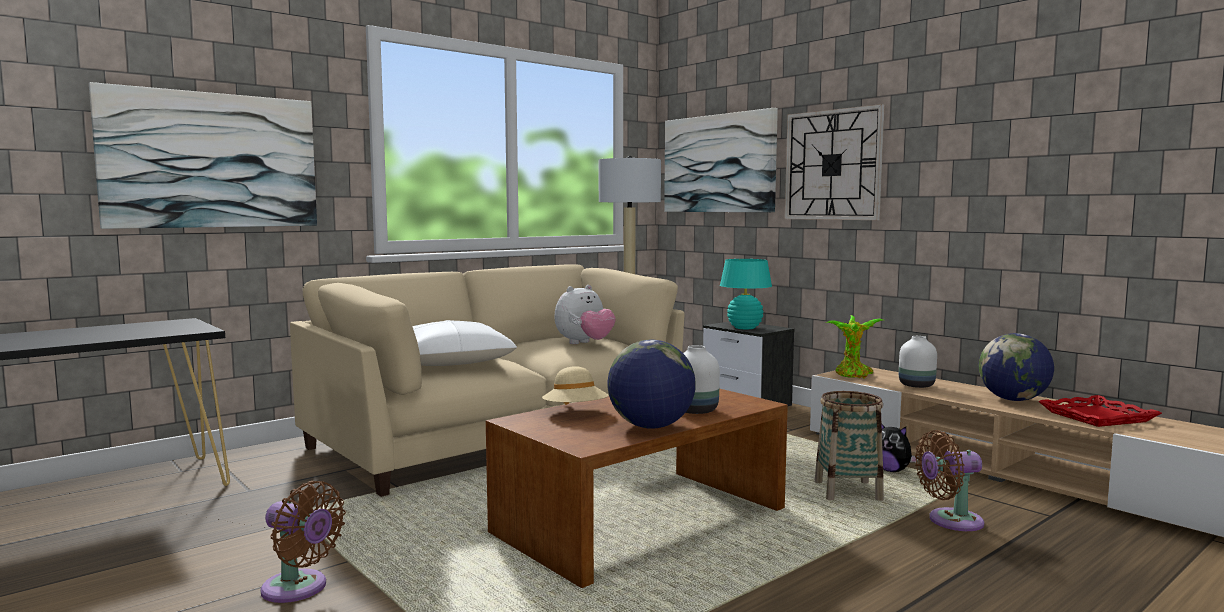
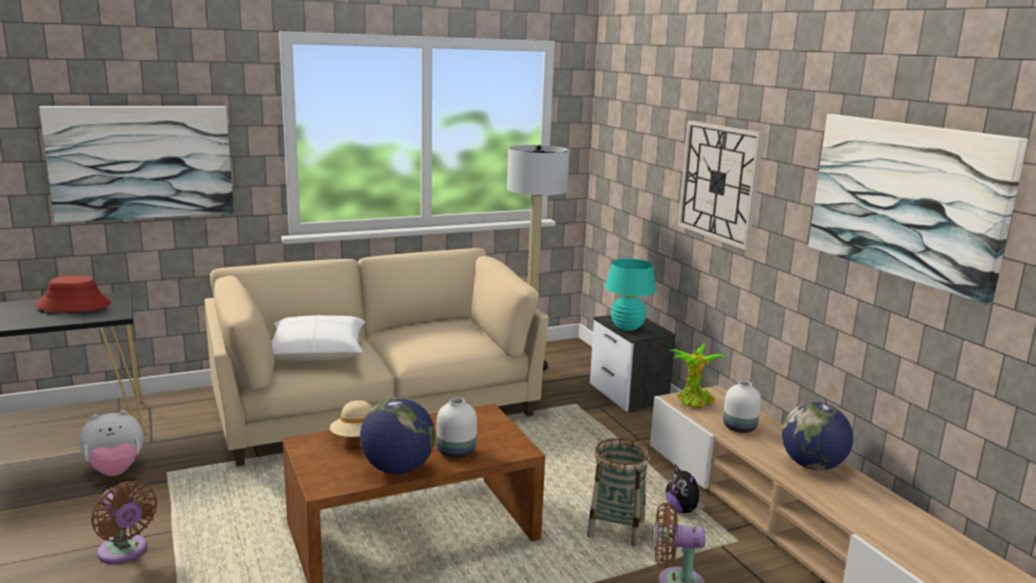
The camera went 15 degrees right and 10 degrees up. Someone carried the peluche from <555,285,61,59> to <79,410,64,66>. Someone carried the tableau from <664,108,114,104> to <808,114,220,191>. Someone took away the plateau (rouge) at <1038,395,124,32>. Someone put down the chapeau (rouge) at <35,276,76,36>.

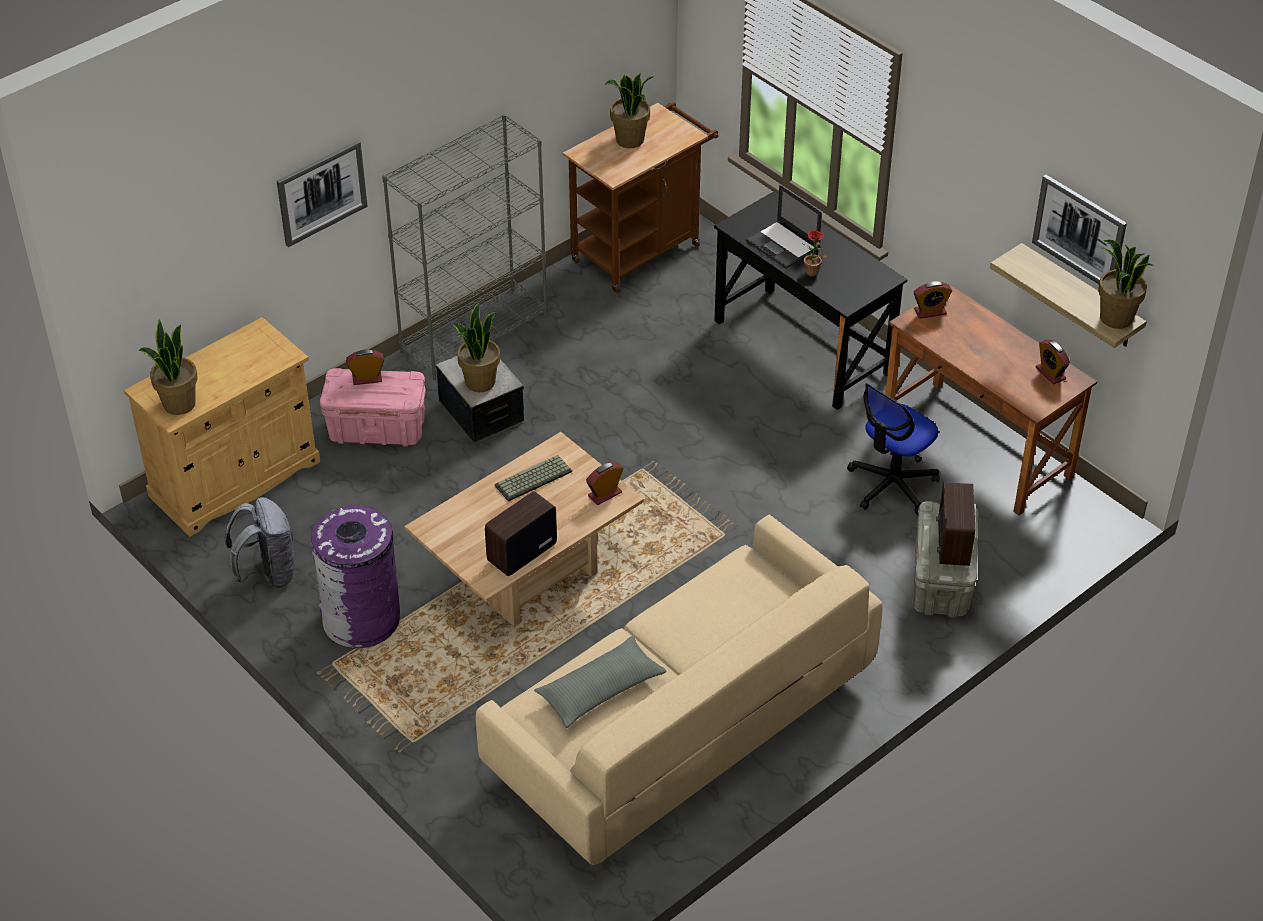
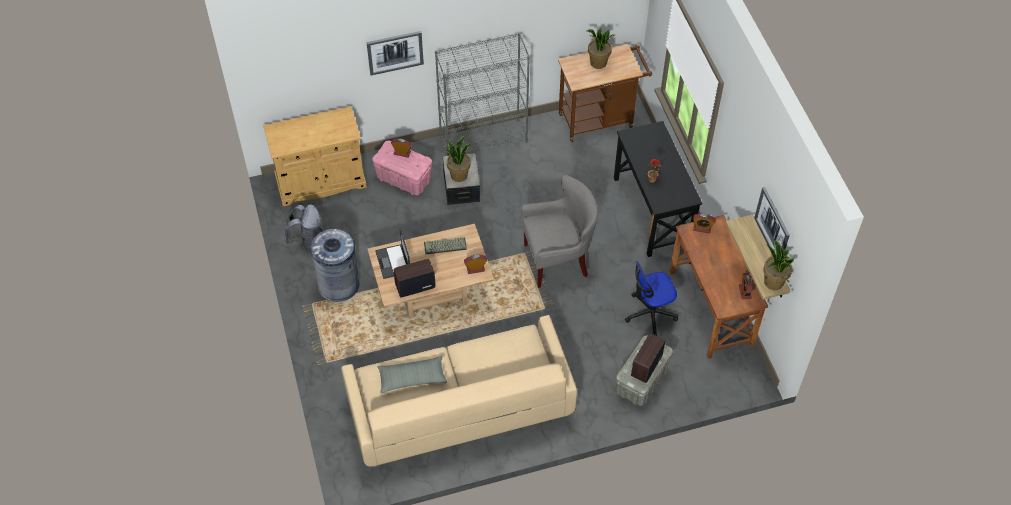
The camera went 25 degrees right and 10 degrees up. Someone took away the plante en pot at <139,319,59,96>. Someone repainted the poubelle (violet) at <311,506,89,143>, which became the poubelle (gris) at <311,229,48,73>. Someone carried the ordinateur portable from <746,185,76,83> to <375,228,35,51>. Someone put down the fauteuil (gris) at <521,175,77,113>.

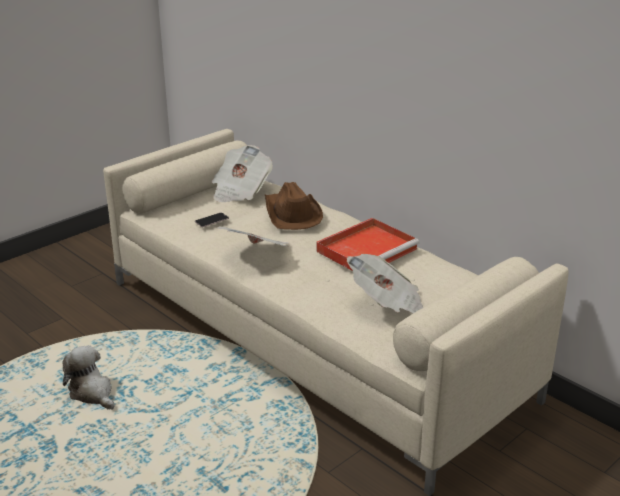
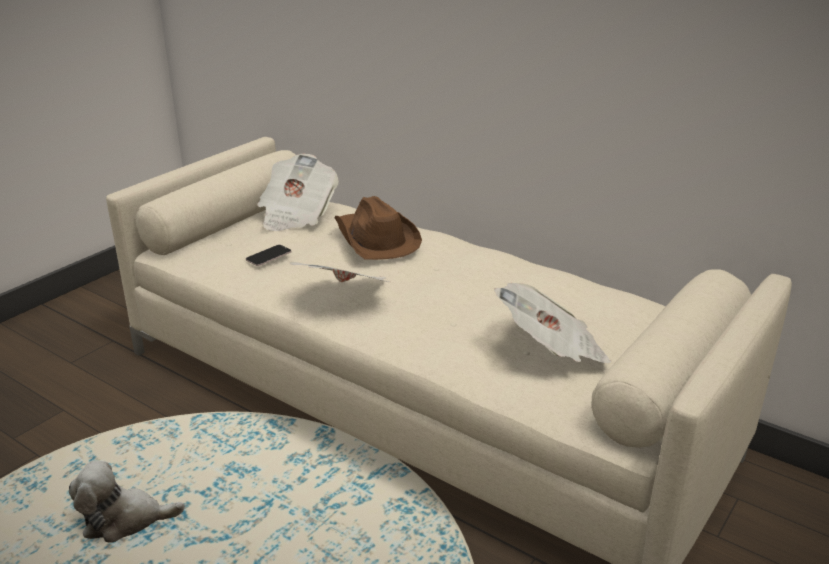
The camera went 10 degrees left and 0 degrees up. Someone rotated the peluche at <62,345,52,65> by 45 degrees counterclockwise. Someone took away the plateau (rouge) at <316,218,103,53>.

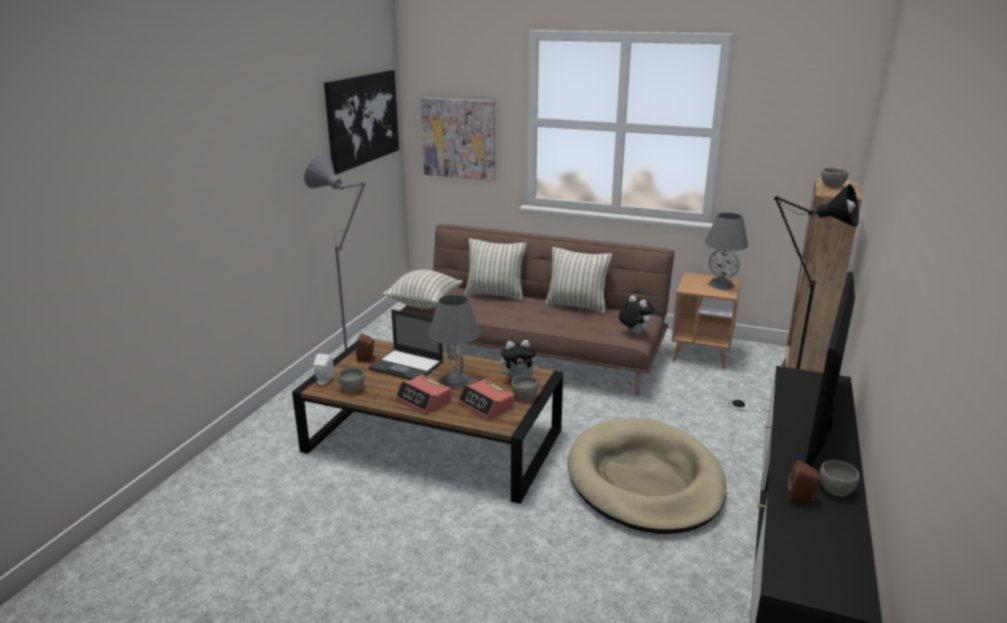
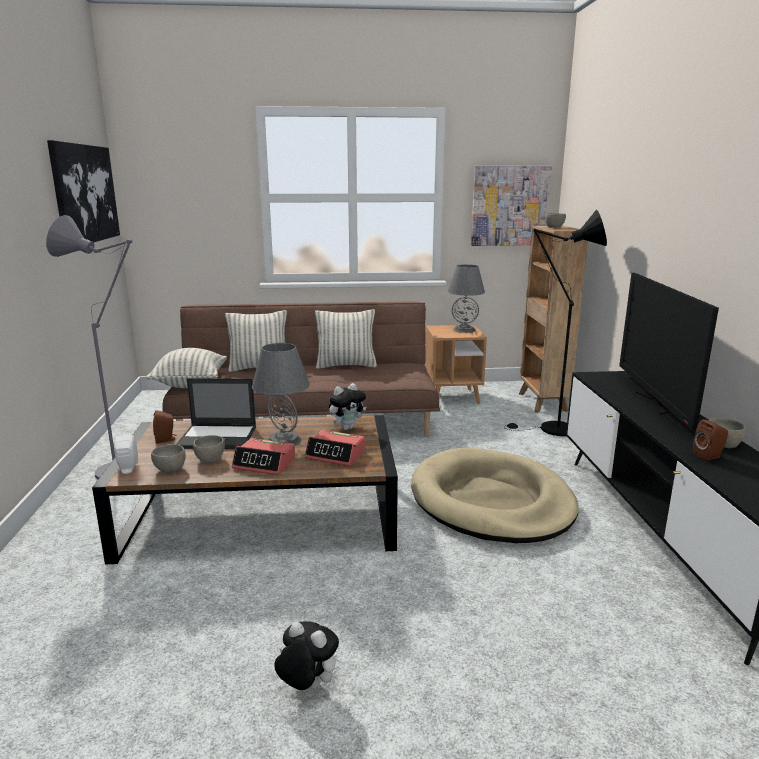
The camera went 25 degrees left and 5 degrees down. Someone carried the tableau from <421,97,74,84> to <471,166,81,80>. Someone carried the bol (gris) from <512,375,27,26> to <193,435,32,28>. Someone carried the peluche from <619,295,35,39> to <274,622,65,68>.

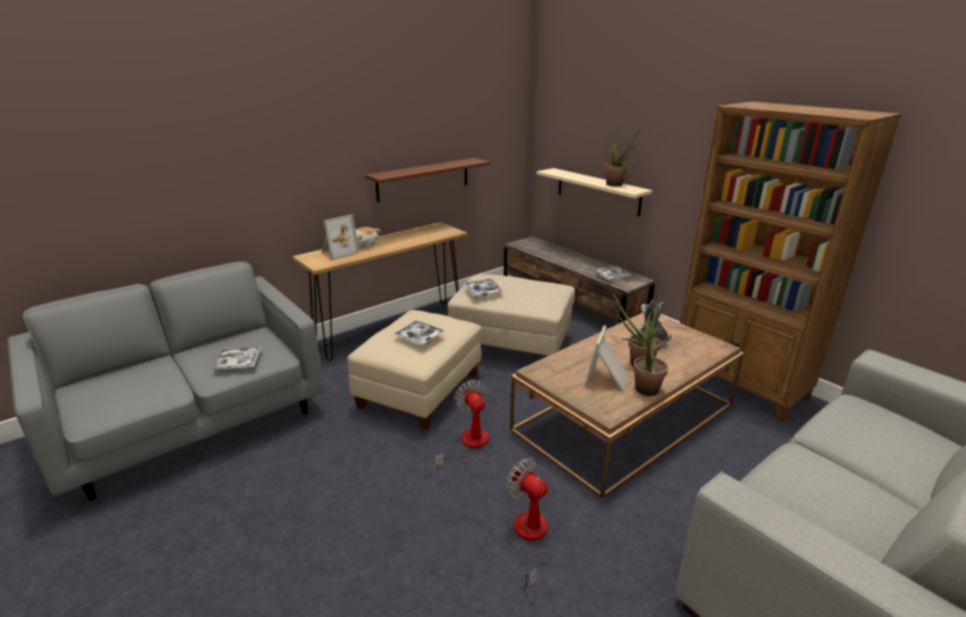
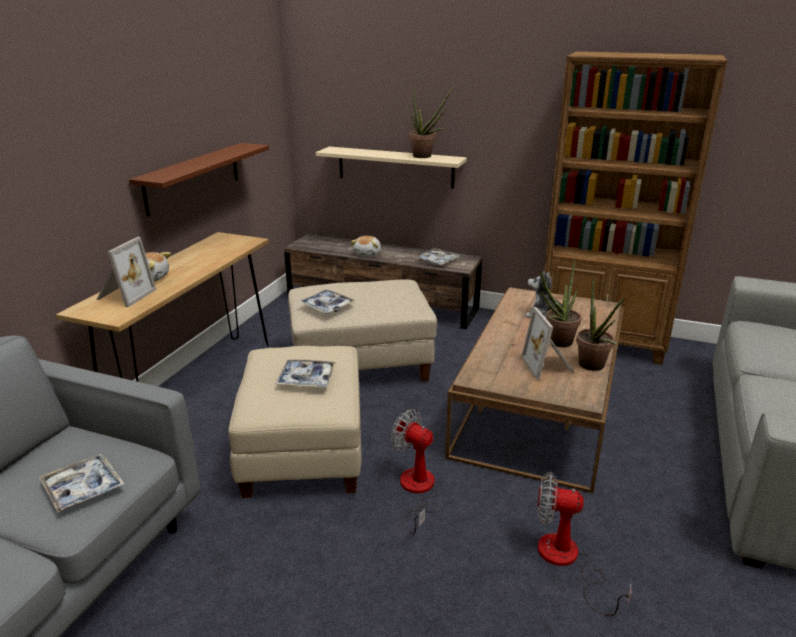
The camera went 30 degrees left and 0 degrees up. Someone put down the peluche at <351,236,30,21>.

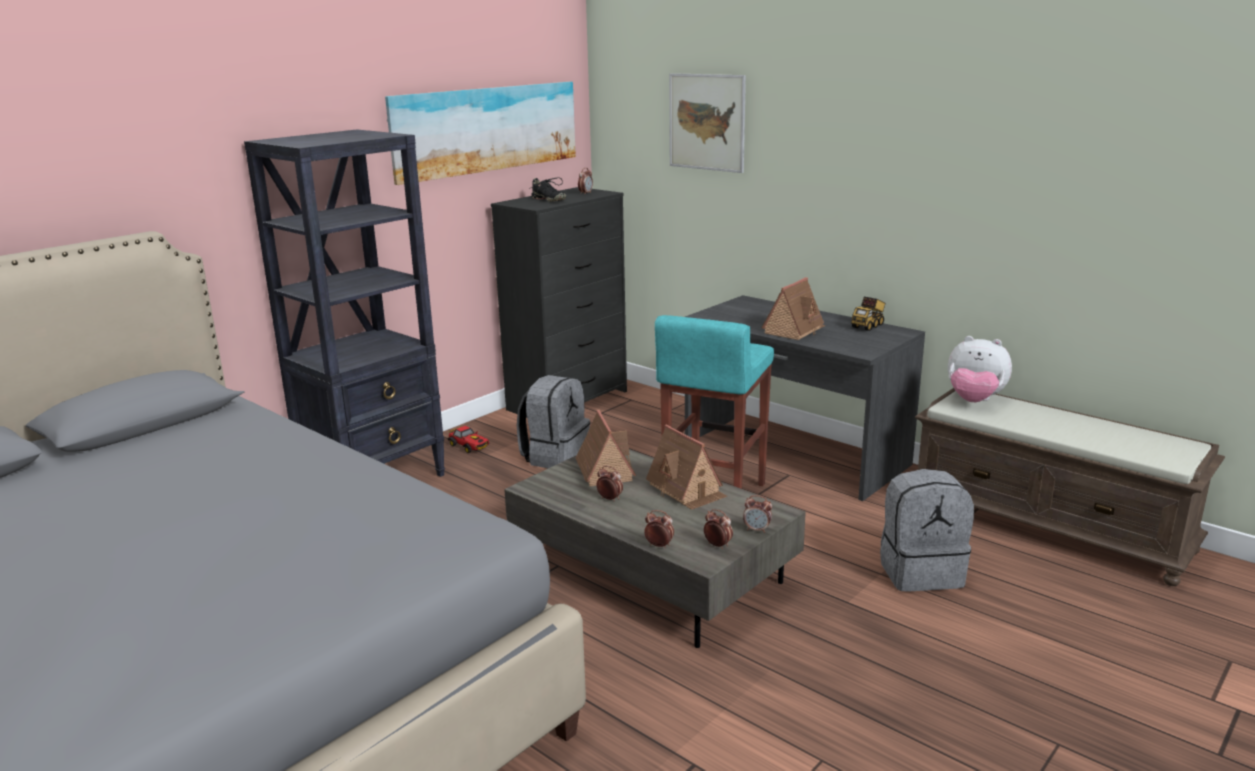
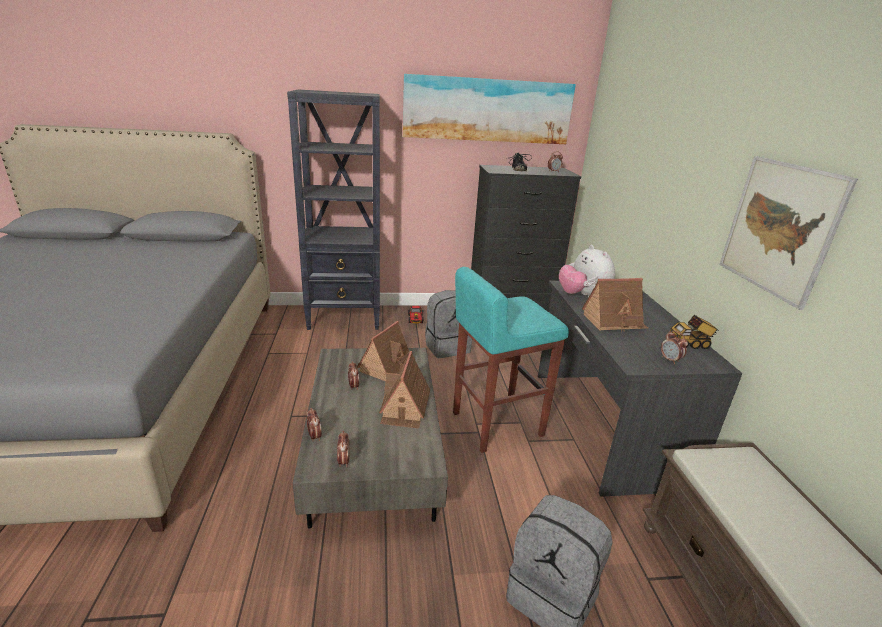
The camera went 40 degrees right and 5 degrees up. Someone carried the tableau from <669,73,77,100> to <719,156,139,154>. Someone carried the réveil from <743,495,29,38> to <661,331,27,33>. Someone carried the peluche from <948,336,64,66> to <559,245,56,53>.

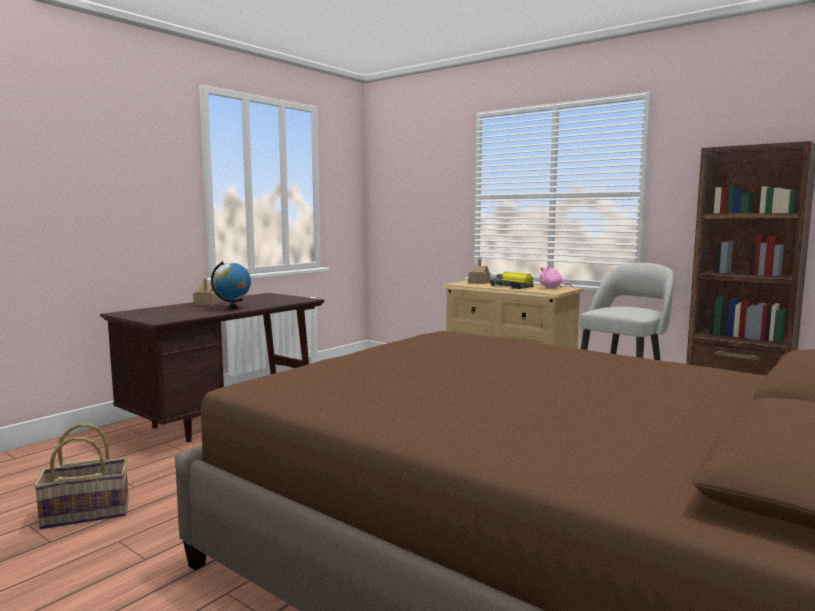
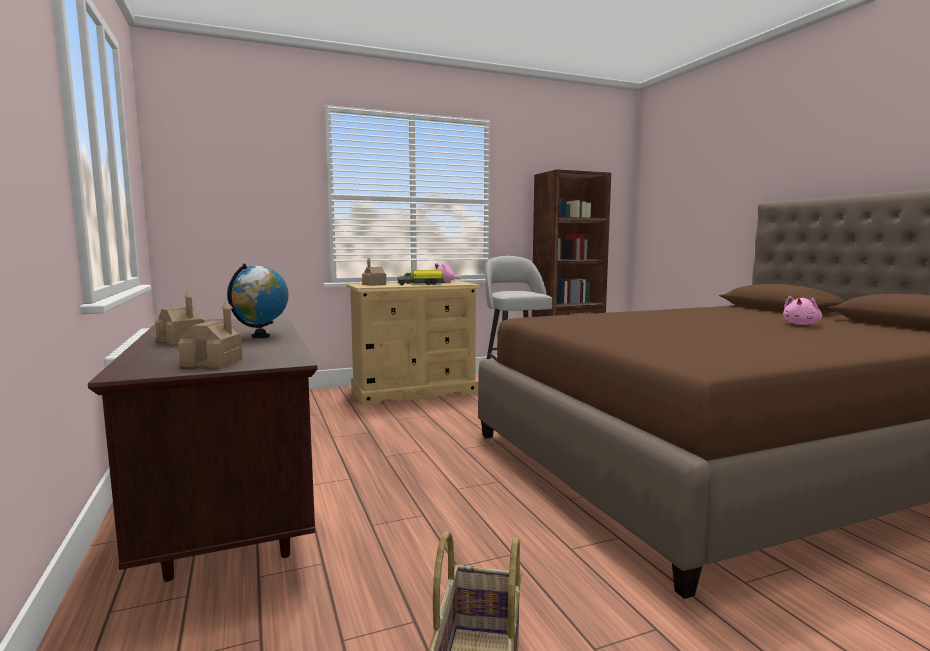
The camera went 60 degrees left and 0 degrees up. Someone put down the maison miniature at <178,301,65,67>. Someone put down the peluche (rose) at <783,296,39,29>.

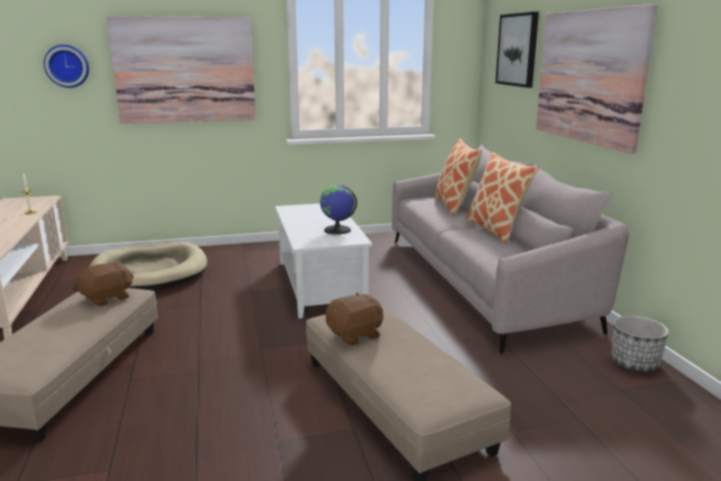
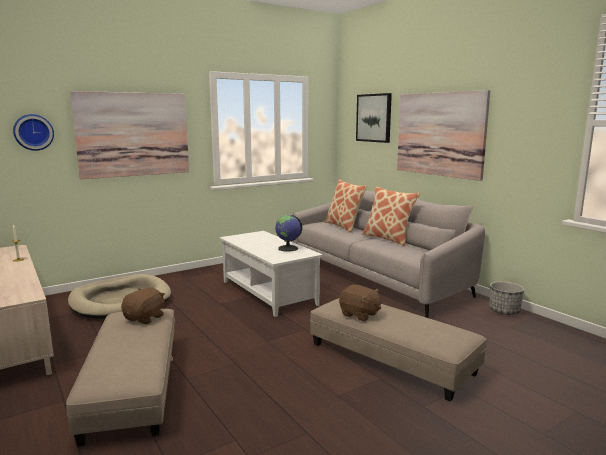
The camera went 20 degrees left and 5 degrees down. Someone rotated the peluche (marron) at <326,292,57,54> by 90 degrees clockwise.

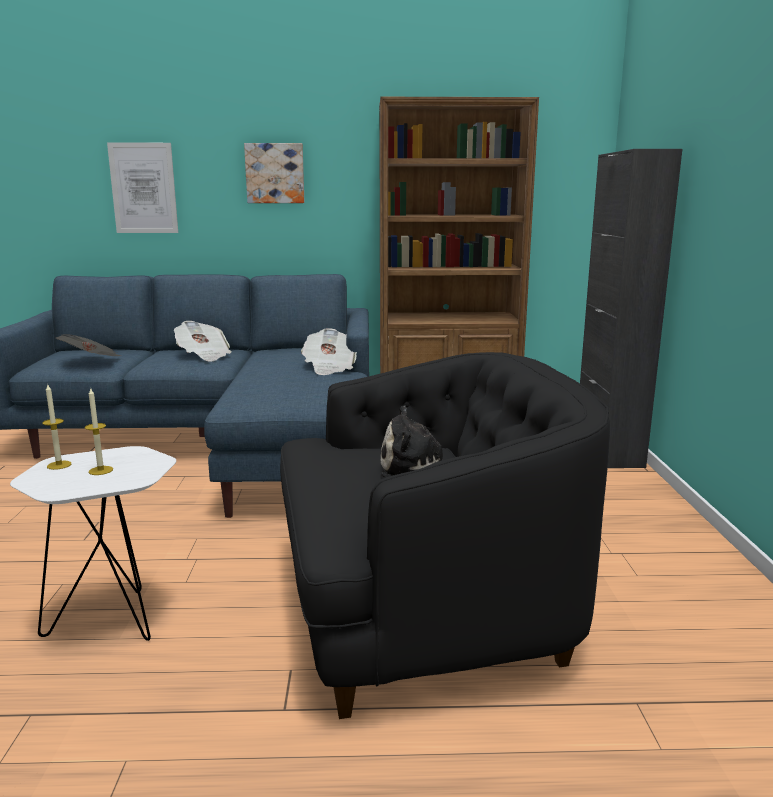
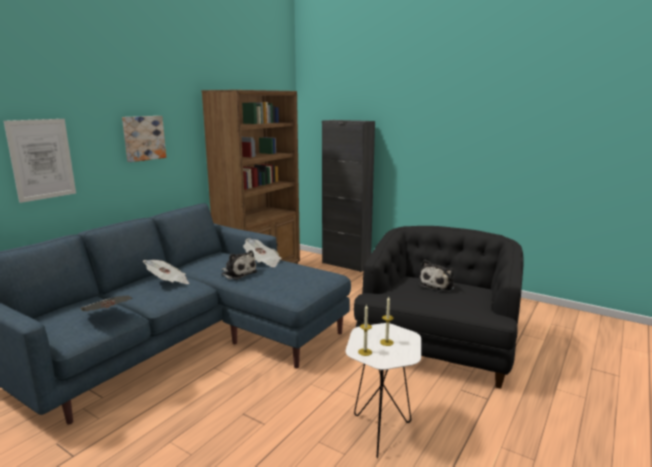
The camera went 55 degrees left and 0 degrees up. Someone put down the peluche at <221,250,36,30>.

